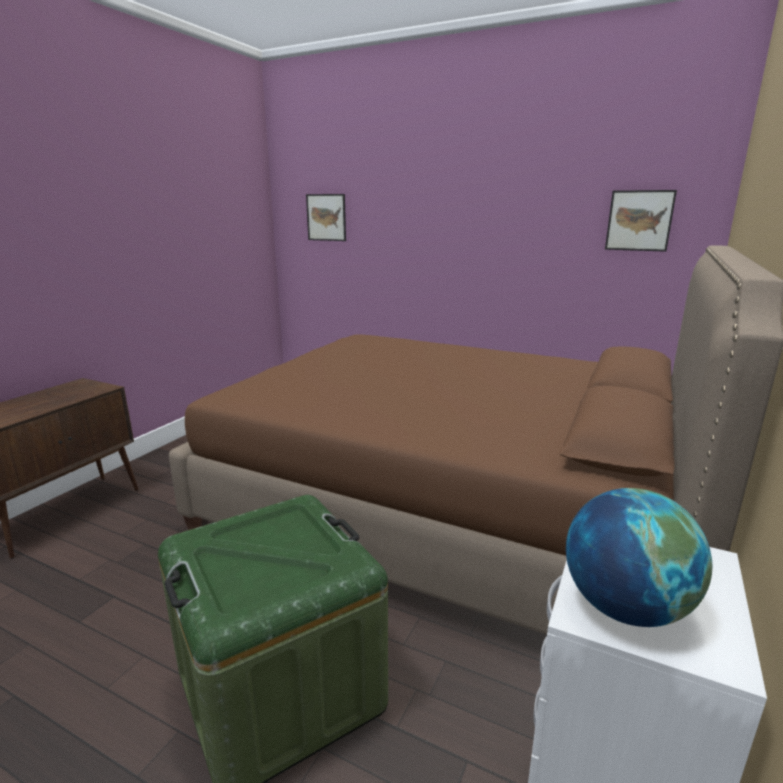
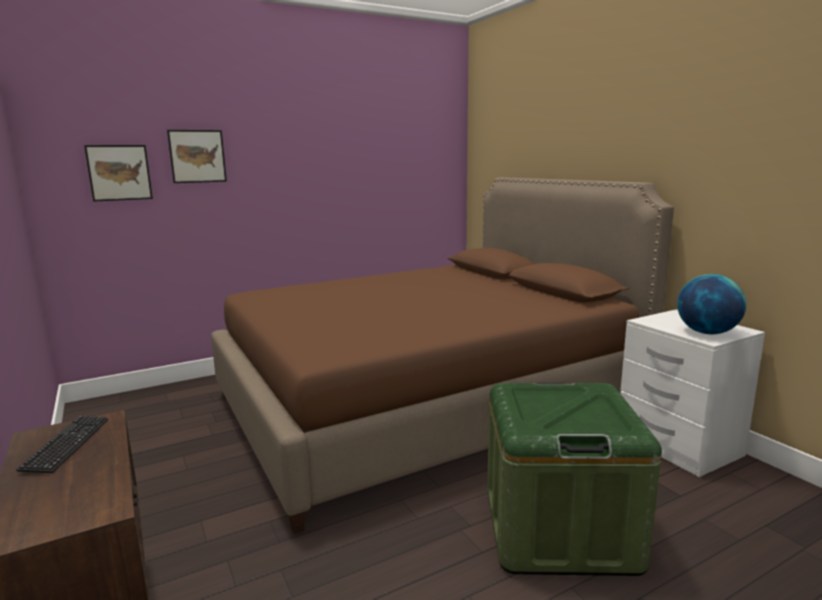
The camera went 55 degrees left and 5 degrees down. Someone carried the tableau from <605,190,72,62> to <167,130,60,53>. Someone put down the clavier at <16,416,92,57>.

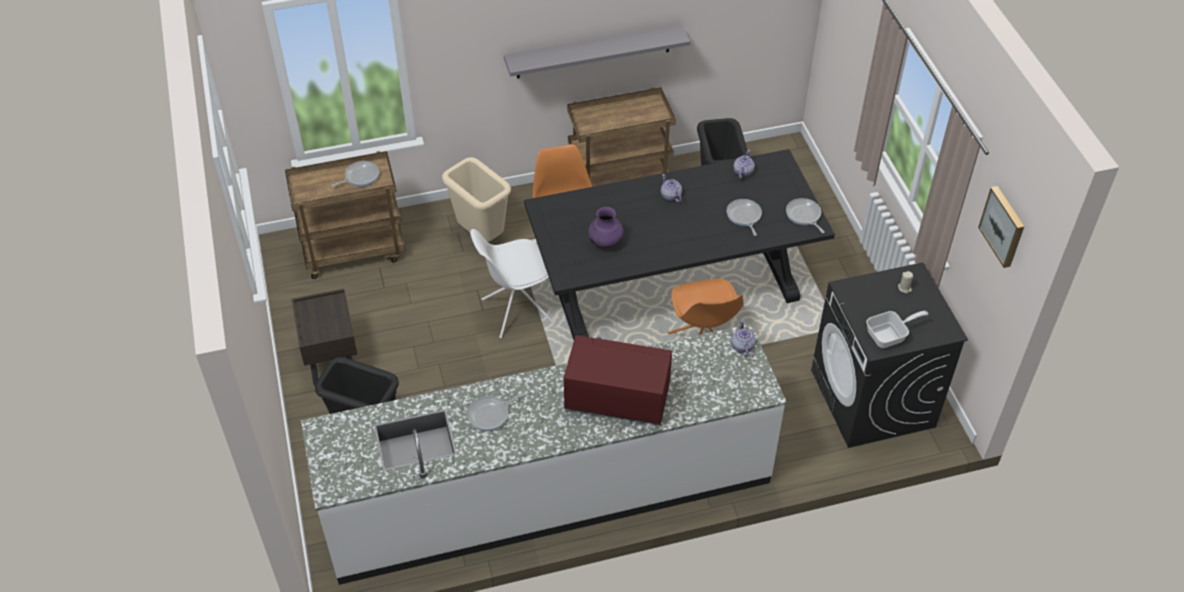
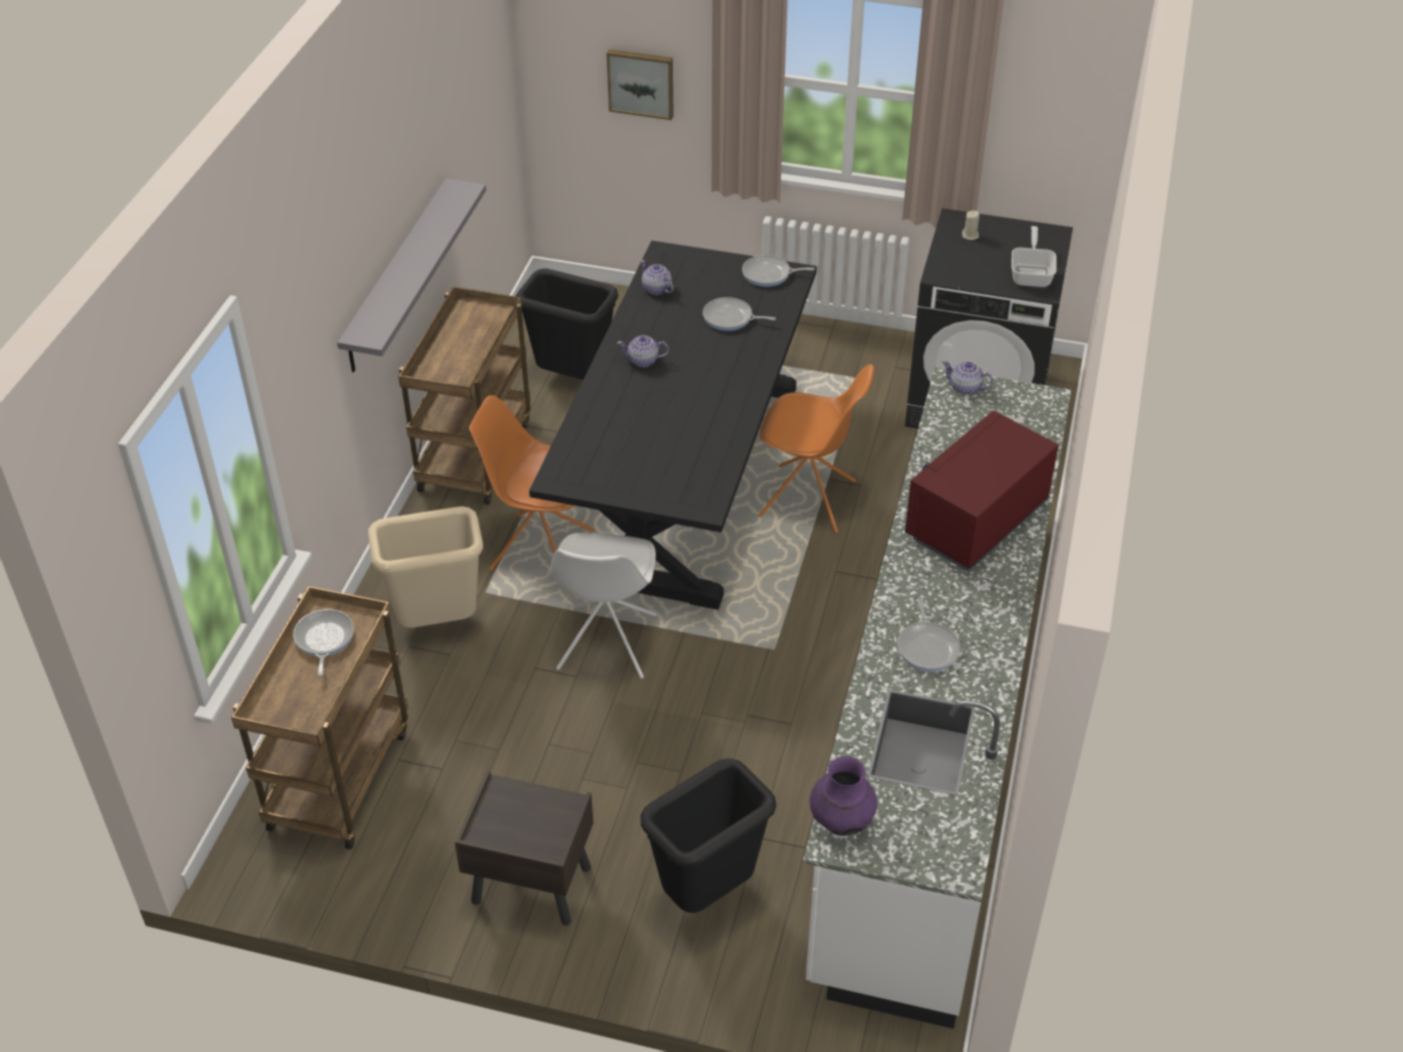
The camera went 60 degrees left and 5 degrees down. Someone carried the vase (violet) from <588,207,36,42> to <810,756,67,80>. Someone carried the tableau from <978,186,46,82> to <607,49,67,71>.

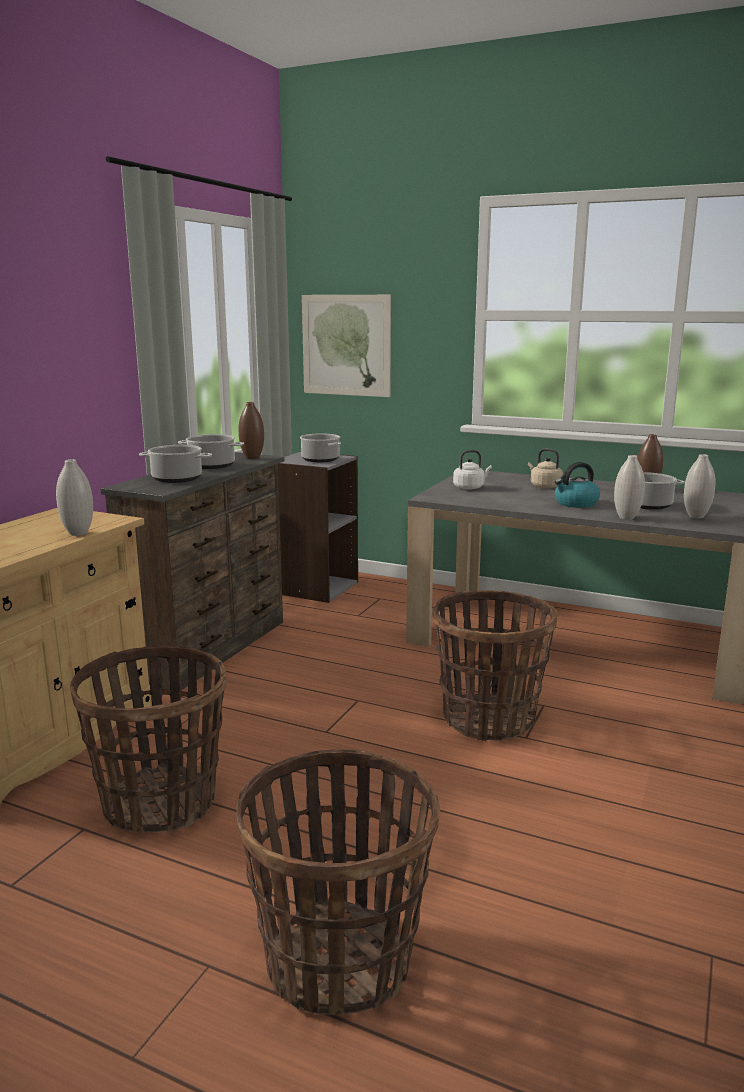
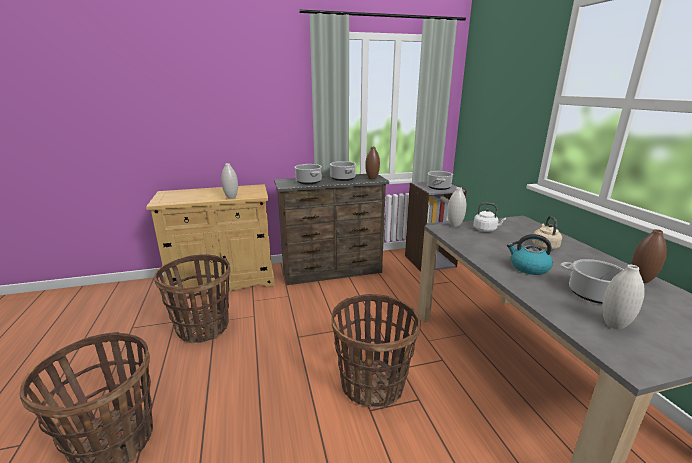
The camera went 50 degrees right and 5 degrees up. Someone took away the tableau at <302,295,89,102>. Someone carried the vase (blanc) from <614,455,31,65> to <447,187,19,40>.

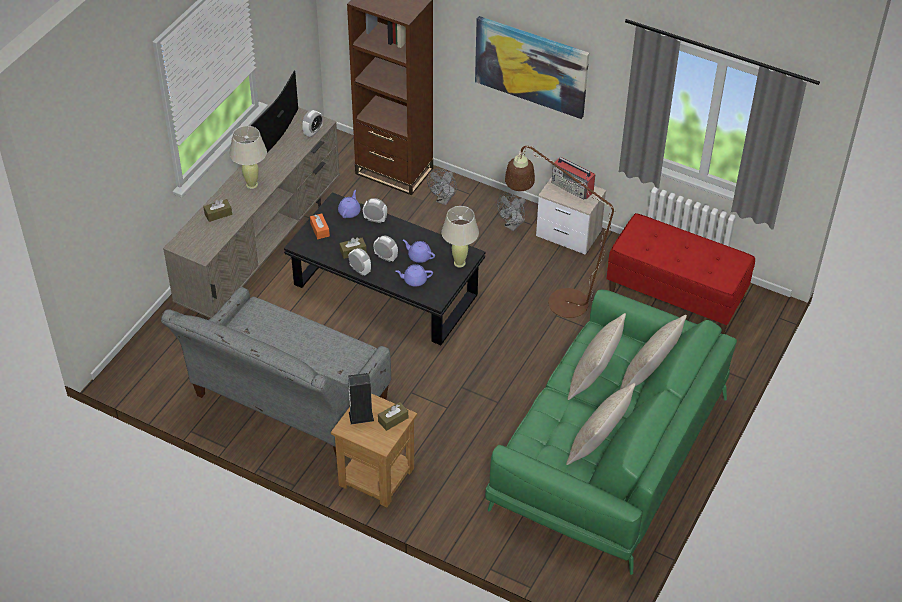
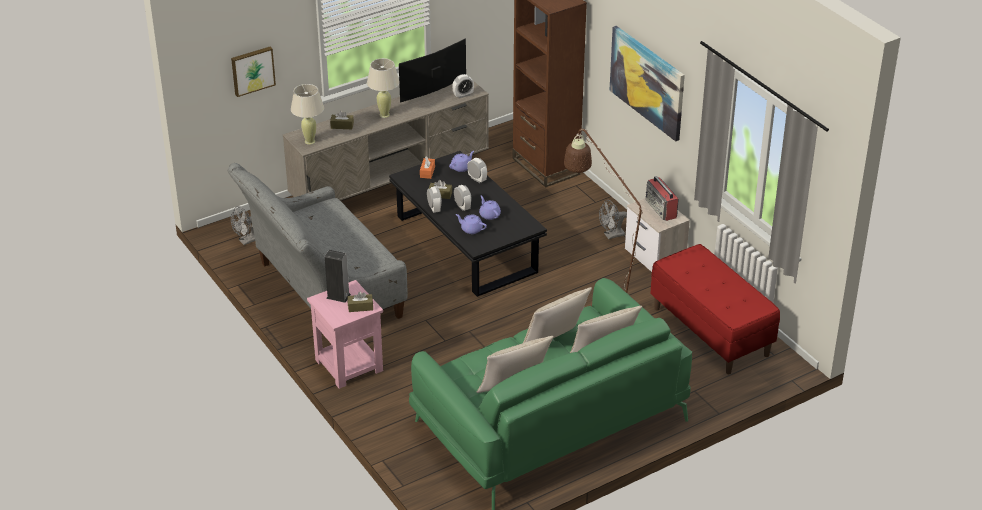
The camera went 30 degrees right and 10 degrees down. Someone repainted the table d'appoint (marron) at <331,393,86,114>, which became the table d'appoint (rose) at <307,280,76,109>. Someone carried the ventilateur (gris) from <427,169,30,36> to <231,206,24,39>. Someone carried the lampe de table (beige) from <442,206,37,62> to <291,84,33,61>. Someone put up the tableau at <231,47,45,50>.

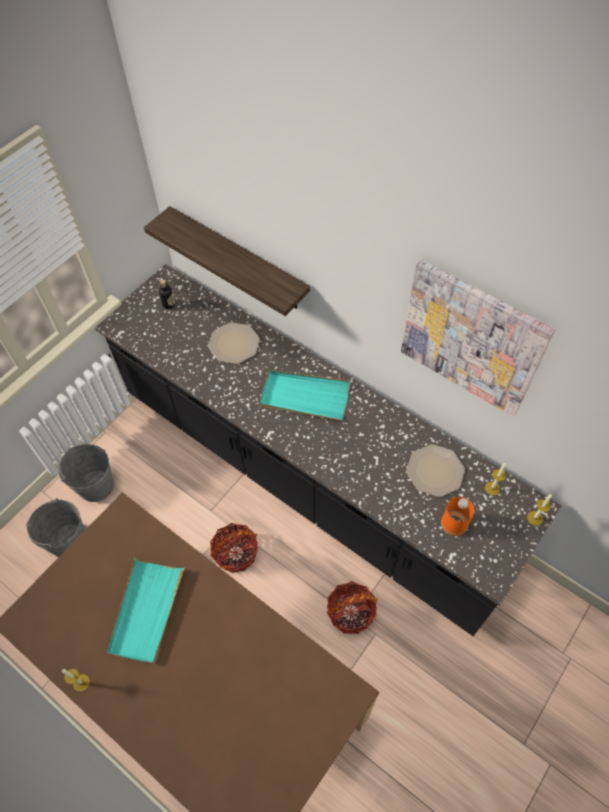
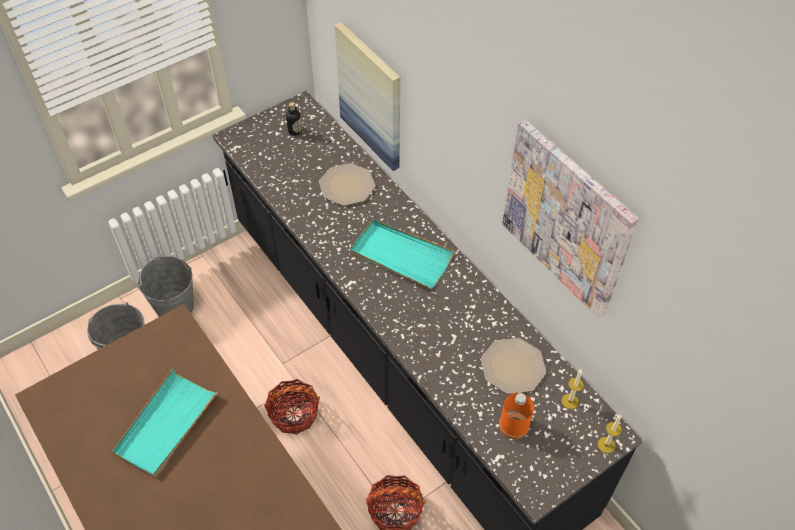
The camera went 15 degrees right and 5 degrees down. Someone took away the bougie at <62,669,28,23>. Someone swapped the étagère at <144,206,166,110> for the tableau at <334,22,66,149>.

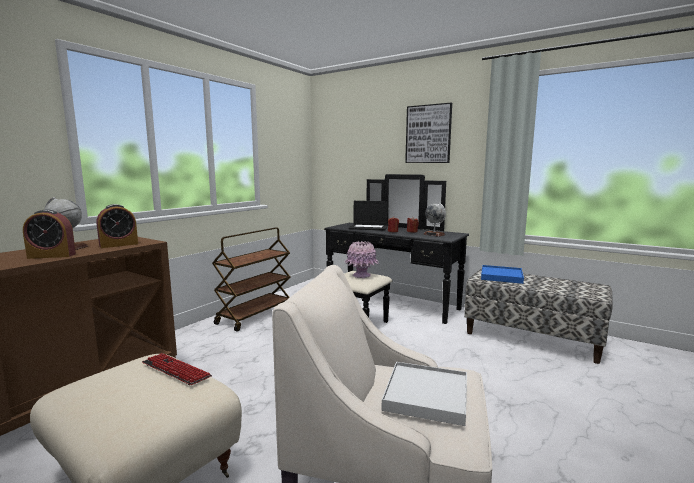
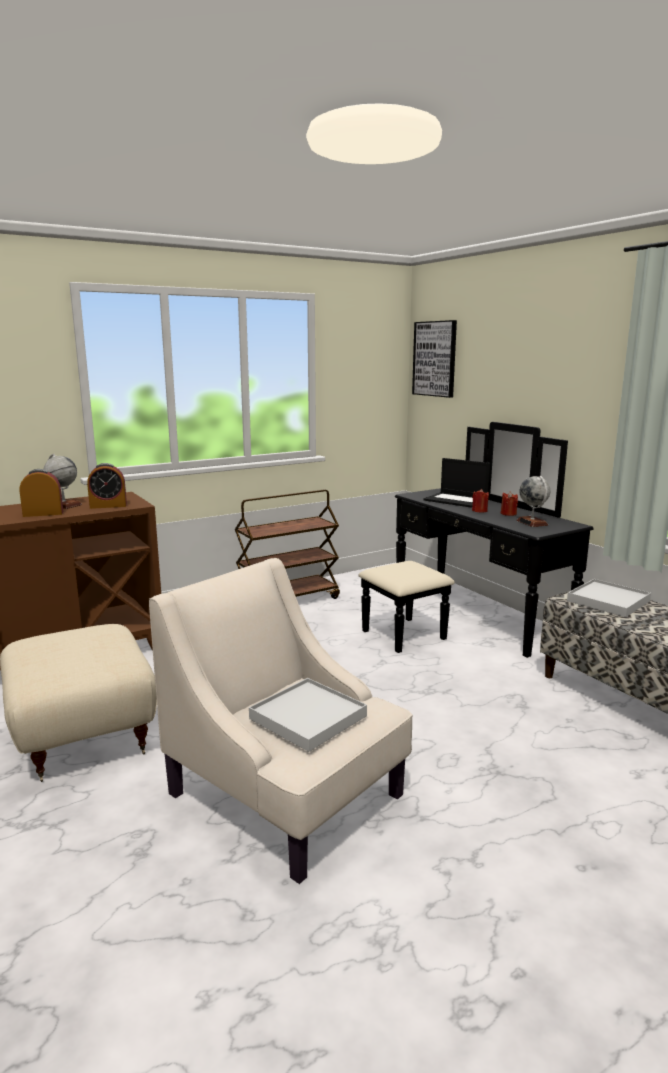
The camera went 25 degrees right and 5 degrees up. Someone rotated the réveil at <23,209,53,50> by 150 degrees clockwise. Someone took away the clavier at <142,353,70,32>. Someone took away the vase (rose) at <344,241,35,37>. Someone carried the tableau from <405,103,47,60> to <412,320,45,78>. Someone repainted the plateau (bleu) at <481,265,43,19>, which became the plateau (blanc) at <567,579,84,38>.

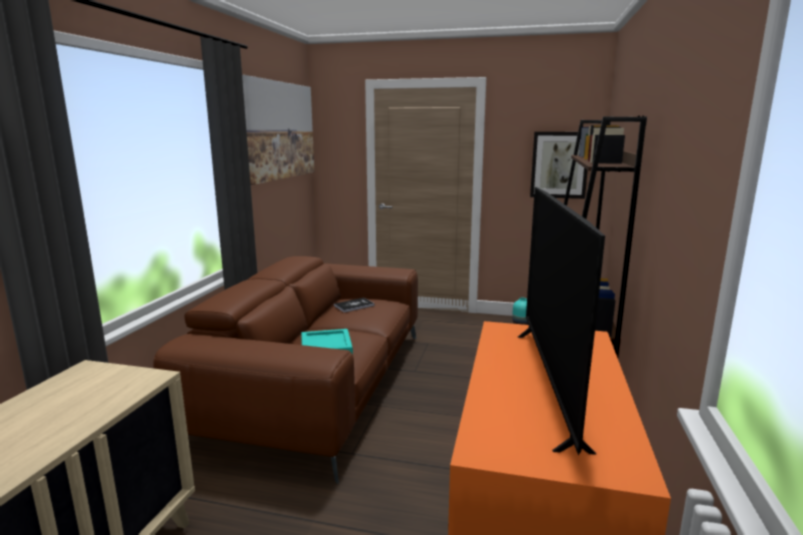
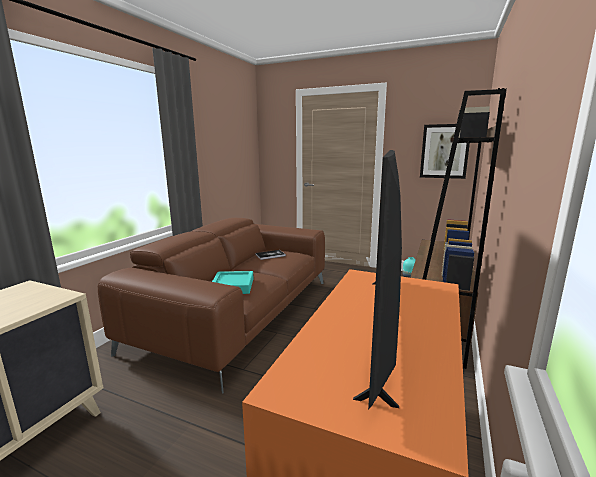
The camera went 10 degrees right and 0 degrees up. Someone took away the tableau at <242,75,72,110>.

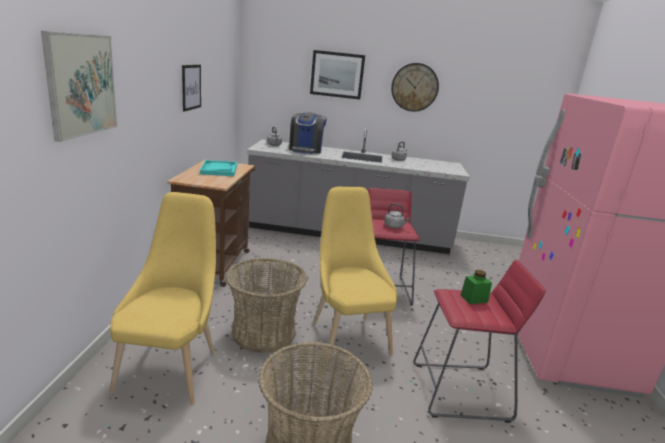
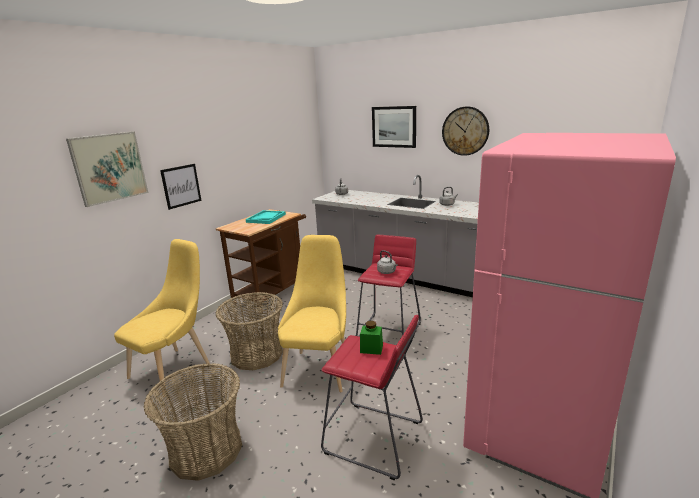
The camera went 30 degrees right and 0 degrees up. Someone carried the tableau from <182,65,19,47> to <160,164,41,46>. Someone took away the machine à café at <289,112,38,42>.

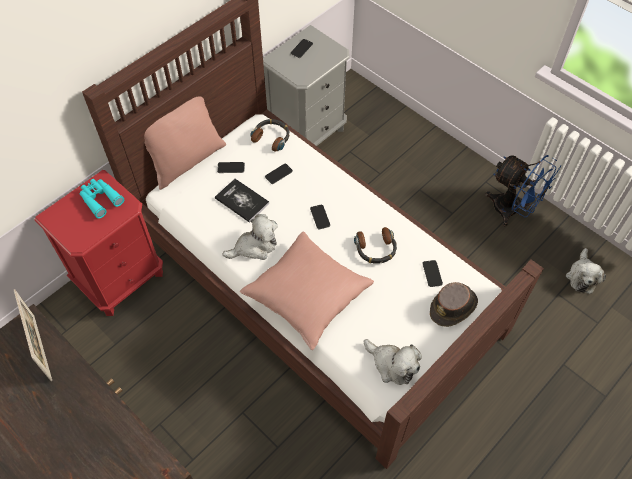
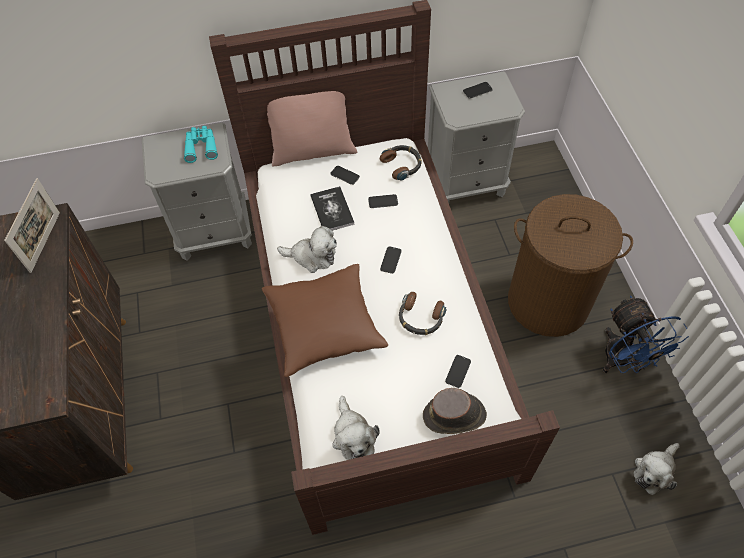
The camera went 35 degrees right and 0 degrees up. Someone repainted the table de chevet (rouge) at <34,170,129,146>, which became the table de chevet (gris) at <142,123,110,138>. Someone repainted the coussin (rose) at <240,232,134,118>, which became the coussin (marron) at <262,264,126,113>. Someone put down the panier à linge (marron) at <508,194,125,143>.

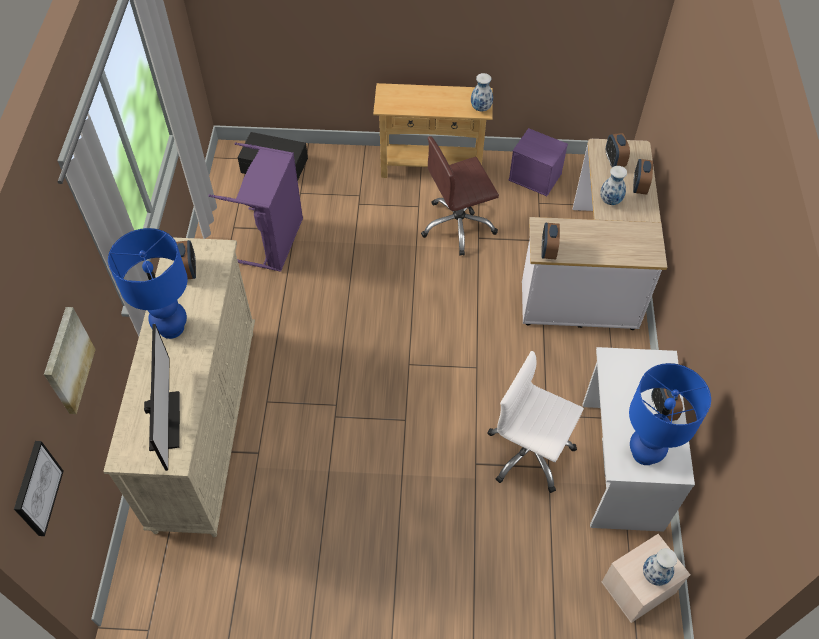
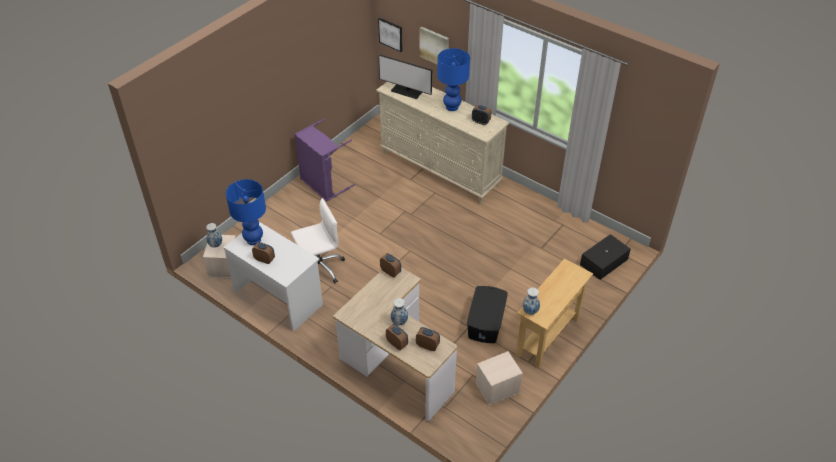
The camera went 125 degrees right and 10 degrees down. Someone carried the panier à linge (violet) from <208,142,95,130> to <295,119,60,83>. Someone swapped the chaise de bureau (marron) at <421,136,78,120> for the boîte de rangement (noir) at <467,286,41,57>. Someone repainted the boîte de rangement (violet) at <508,128,60,68>, which became the boîte de rangement (beige) at <476,351,47,55>.

